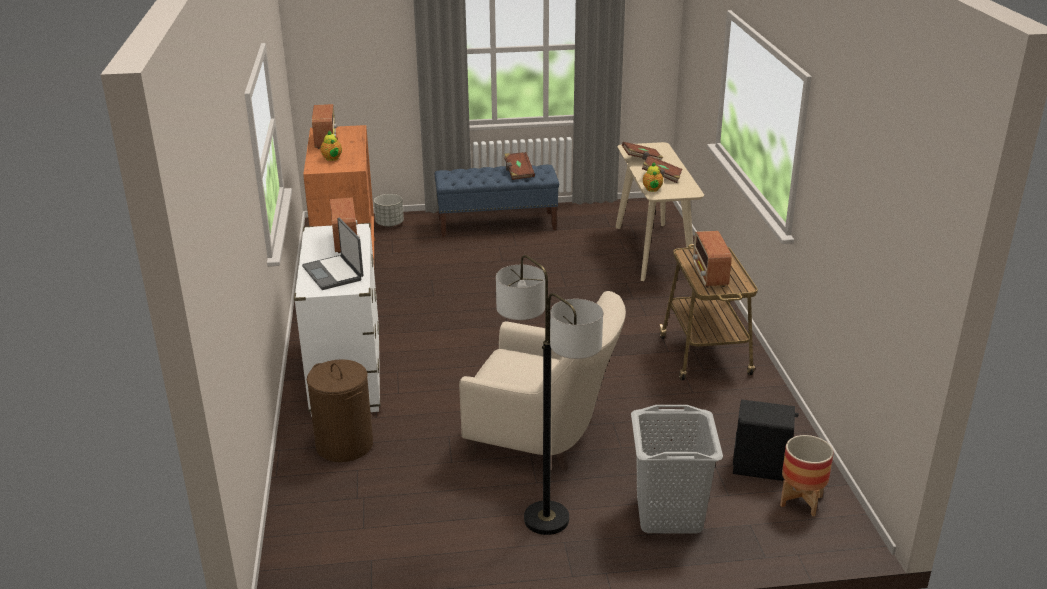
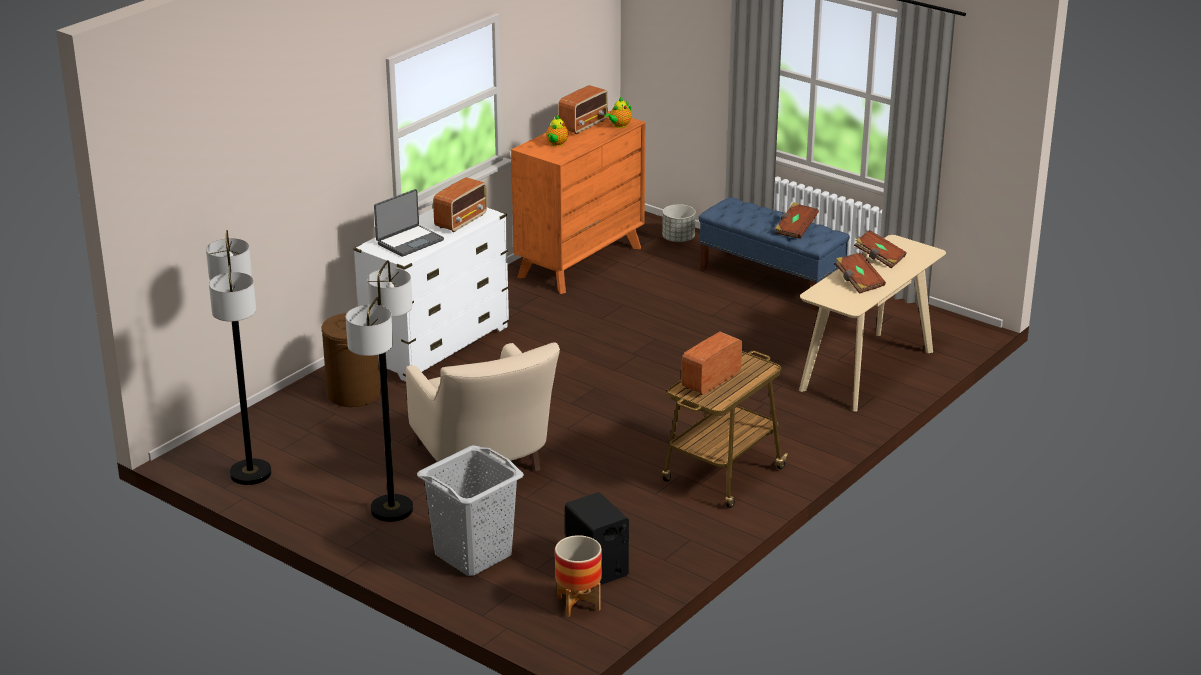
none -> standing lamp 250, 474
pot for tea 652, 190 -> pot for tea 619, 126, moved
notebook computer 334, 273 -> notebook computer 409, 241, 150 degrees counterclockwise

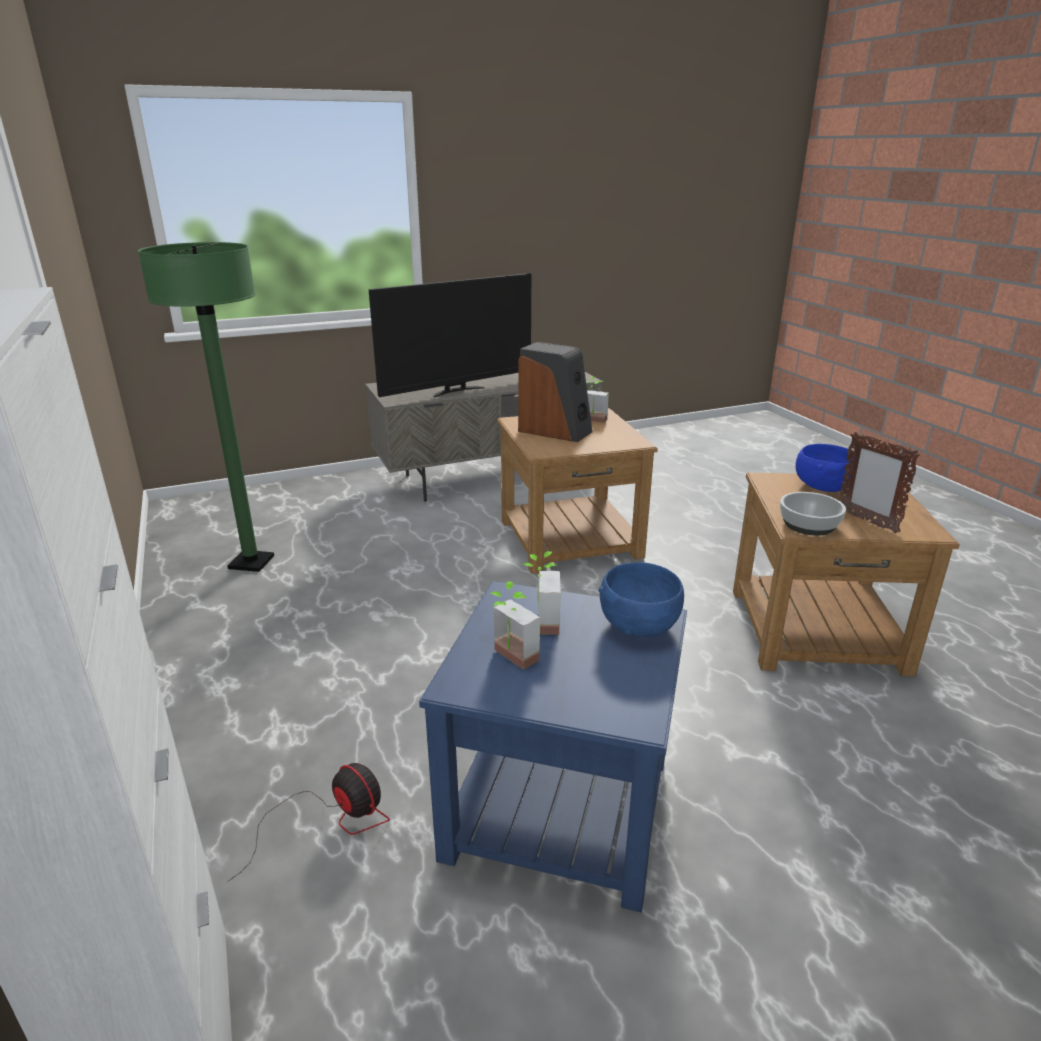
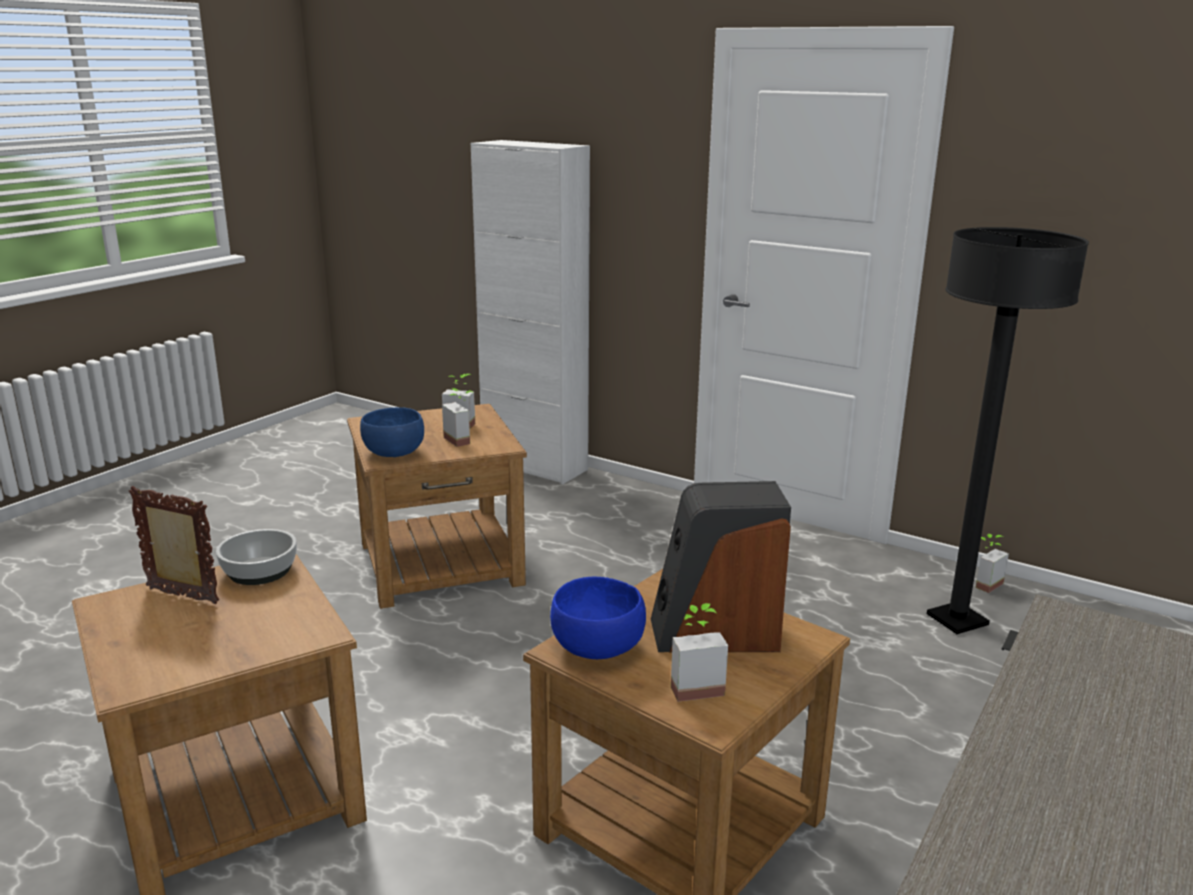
fan 331, 820 -> none
television 457, 391 -> none
none -> potted plant 983, 583
bluish serving bowl 823, 487 -> bluish serving bowl 598, 647, moved
green standing lamp 251, 563 -> blackish standing lamp 957, 620
bluish side table 559, 805 -> brownish side table 440, 564

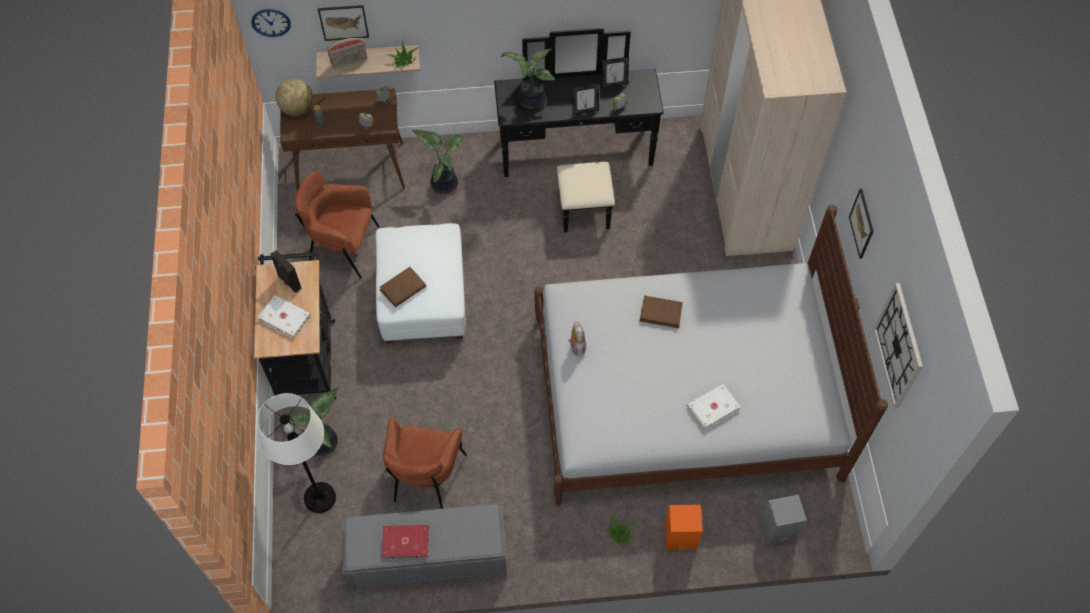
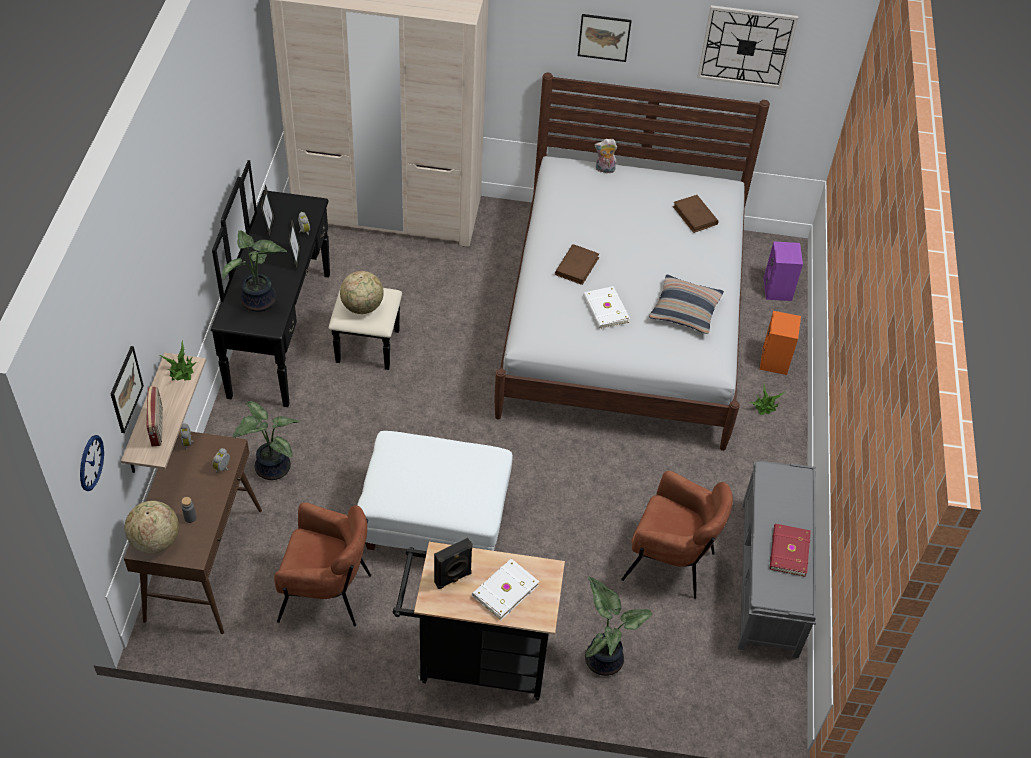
white-coloured standing lamp 320, 498 -> none
none -> desk globe 362, 307
none -> cushion 685, 310
brownish bound book 402, 288 -> brownish bound book 695, 216, moved
plush toy 576, 347 -> plush toy 604, 170, moved
white-coloured bound book 712, 407 -> white-coloured bound book 605, 310, moved
greyish speaker 777, 530 -> purple-coloured speaker 778, 290
brownish lounge chair 343, 247 -> brownish lounge chair 326, 593, 105 degrees counterclockwise

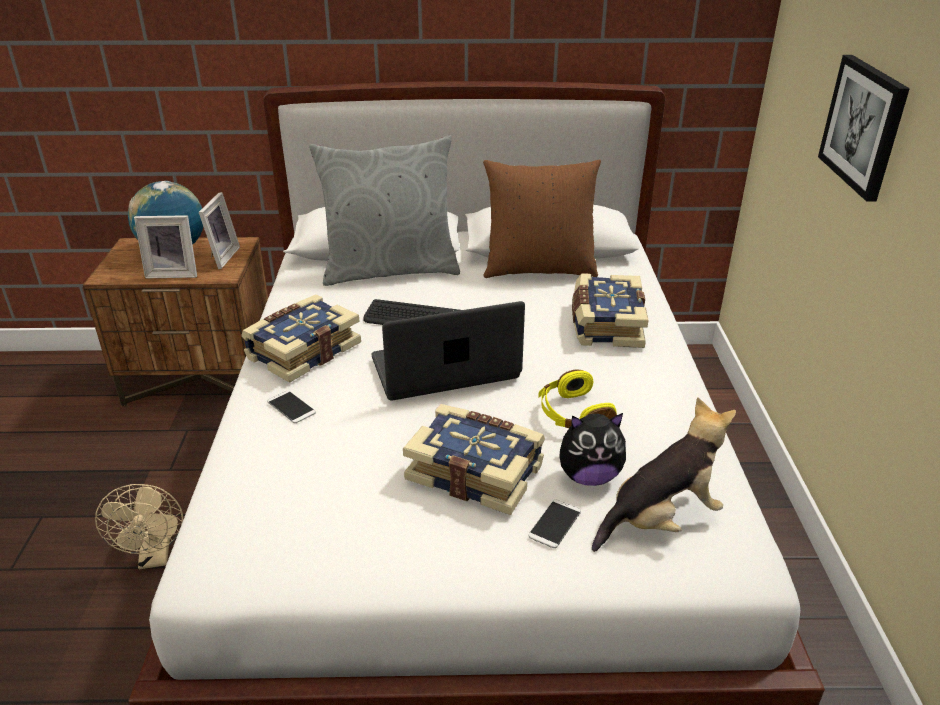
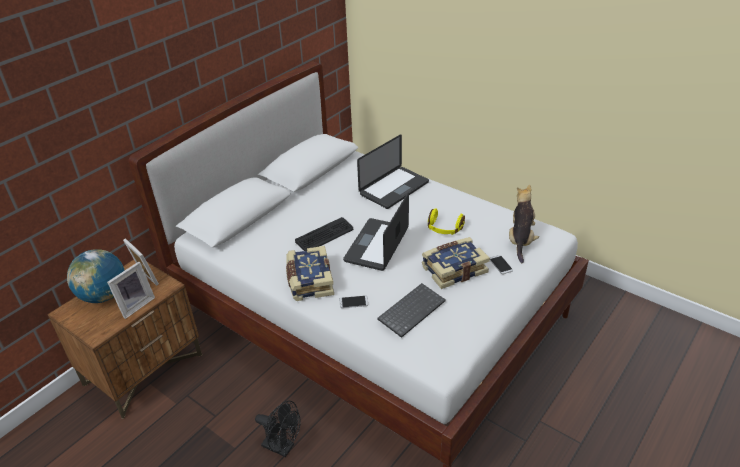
greyish cushion 390, 270 -> none
brownish cushion 539, 269 -> none
plush toy 589, 476 -> none
wall art 864, 126 -> none
none -> PC keyboard 411, 310
bound book 605, 324 -> notebook computer 394, 188
beige-coloured fan 155, 557 -> blackish fan 282, 447

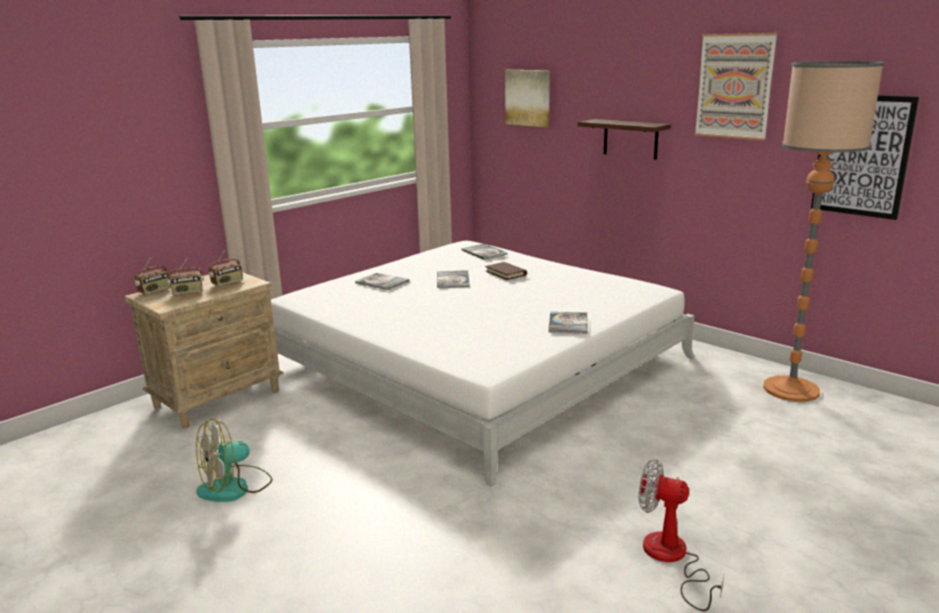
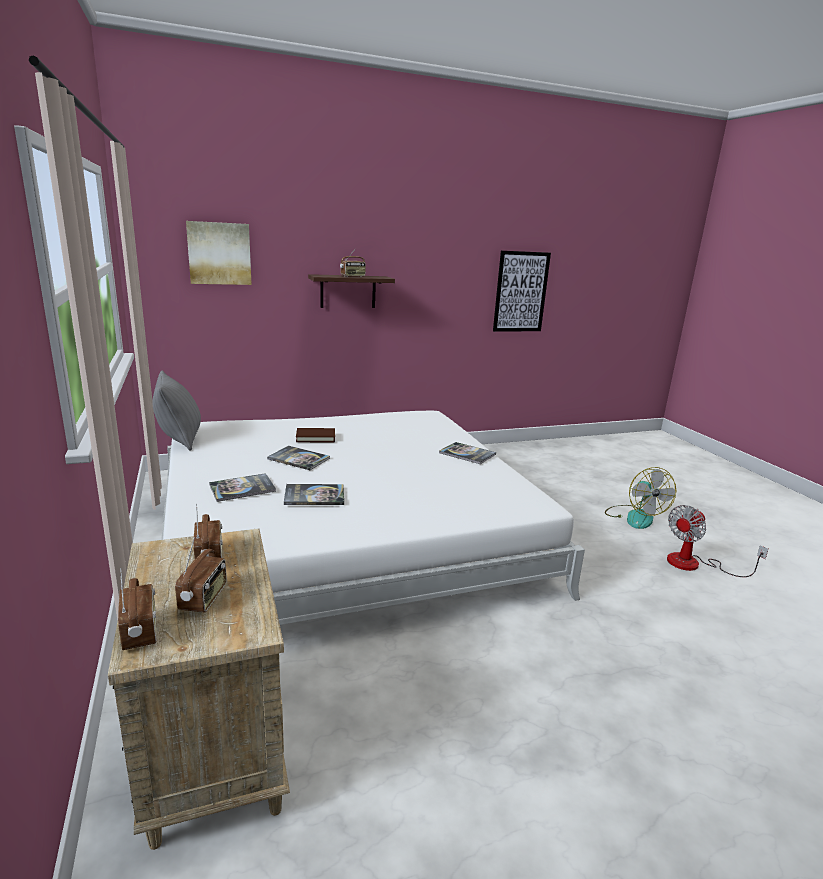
wall art 734, 86 -> none
standing lamp 791, 389 -> none
none -> greyish cushion 179, 439
none -> radio 353, 276
fan 235, 487 -> fan 634, 516, moved
bound book 484, 252 -> bound book 314, 495, moved

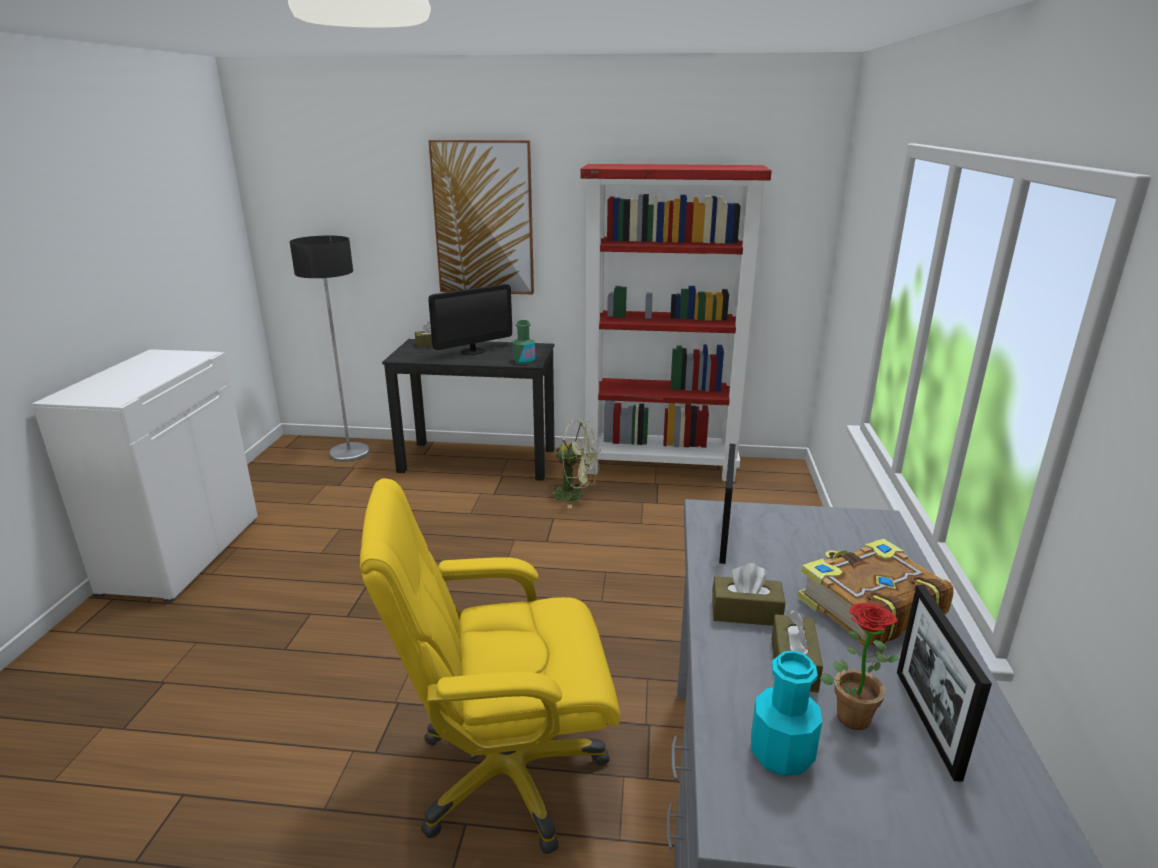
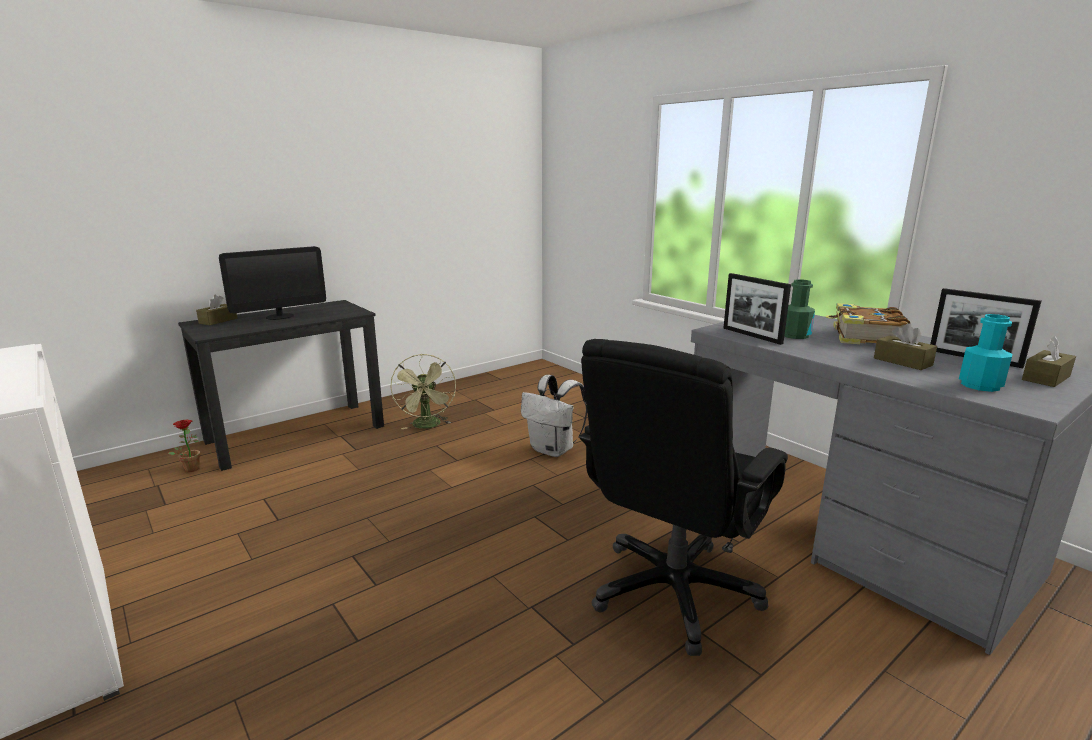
standing lamp 349, 453 -> none
wall art 483, 219 -> none
red bookcase 661, 466 -> none
none -> white-coloured rucksack 554, 450
green beverage bottle 524, 361 -> green beverage bottle 795, 335, moved
brownish box of tissues 746, 612 -> brownish box of tissues 1046, 378, moved
potted plant 850, 712 -> potted plant 191, 468, moved
yellow office chair 506, 774 -> blackish office chair 674, 592
monitor 473, 351 -> monitor 280, 316, 45 degrees clockwise
green fan 575, 495 -> green fan 427, 426, 105 degrees clockwise

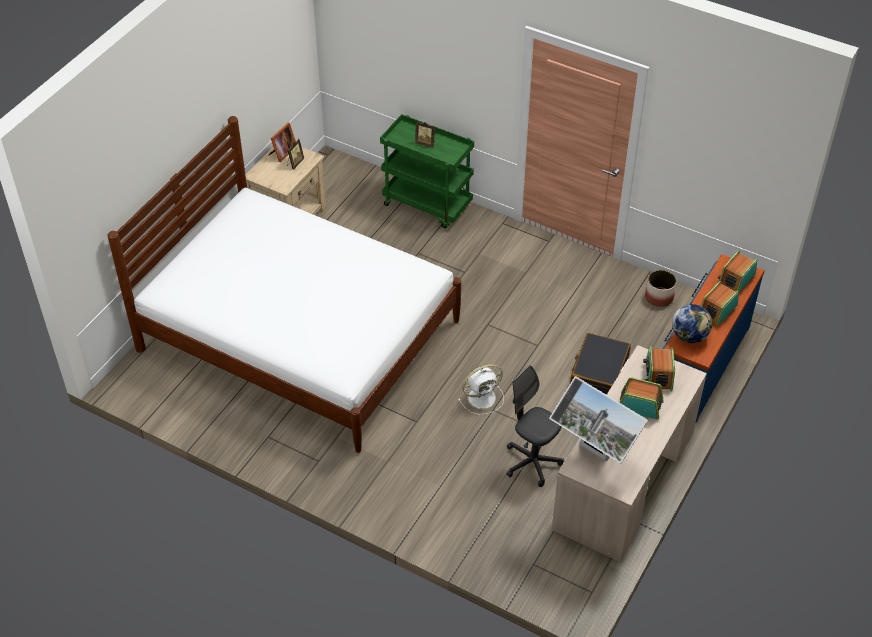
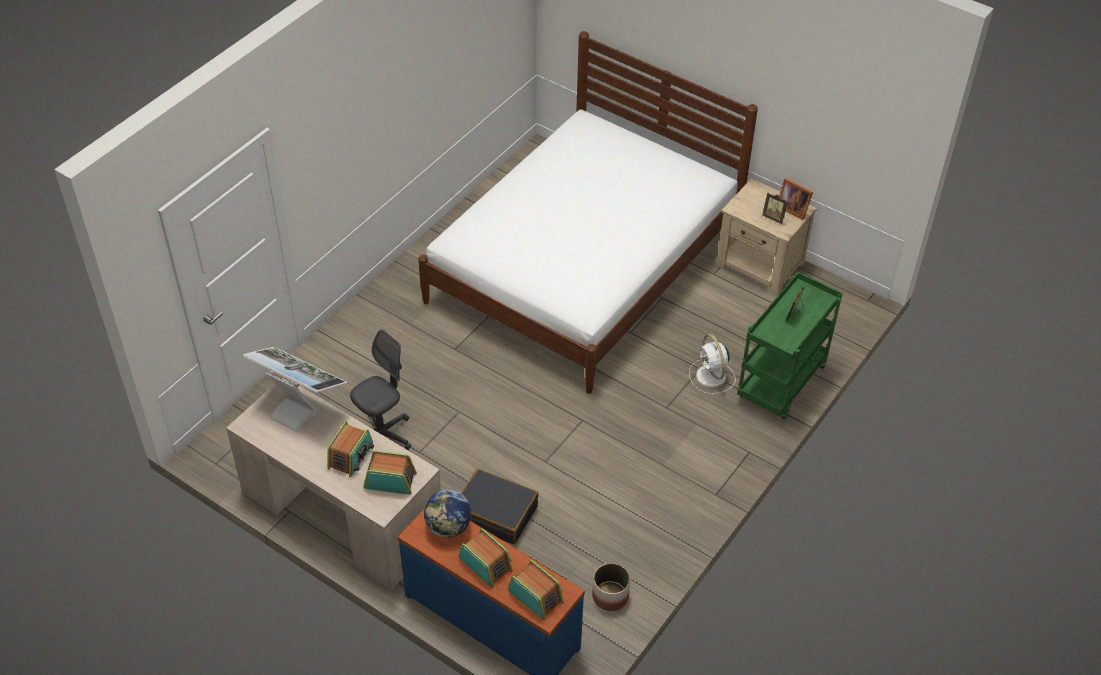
white-coloured fan 483, 397 -> white-coloured fan 711, 377, moved
monitor 594, 451 -> monitor 300, 408, 75 degrees clockwise

